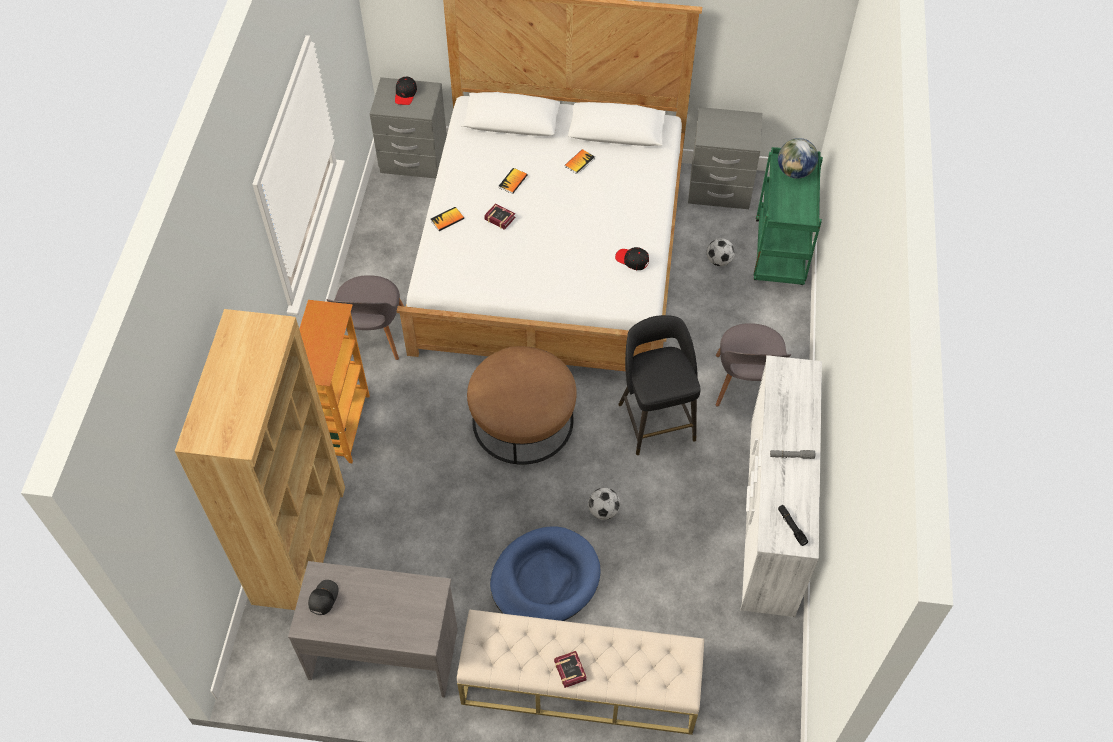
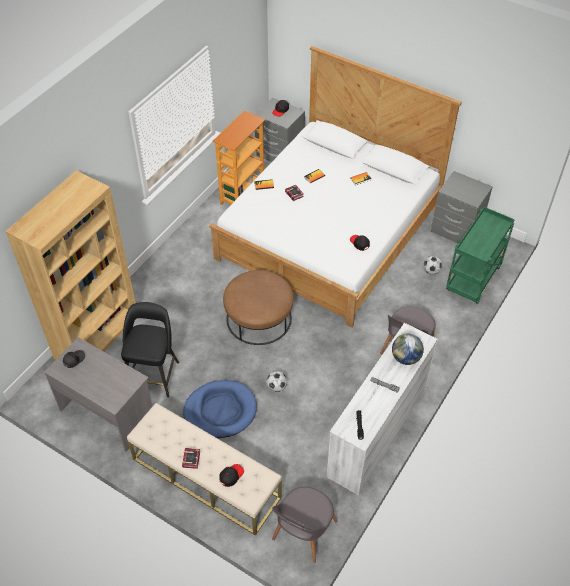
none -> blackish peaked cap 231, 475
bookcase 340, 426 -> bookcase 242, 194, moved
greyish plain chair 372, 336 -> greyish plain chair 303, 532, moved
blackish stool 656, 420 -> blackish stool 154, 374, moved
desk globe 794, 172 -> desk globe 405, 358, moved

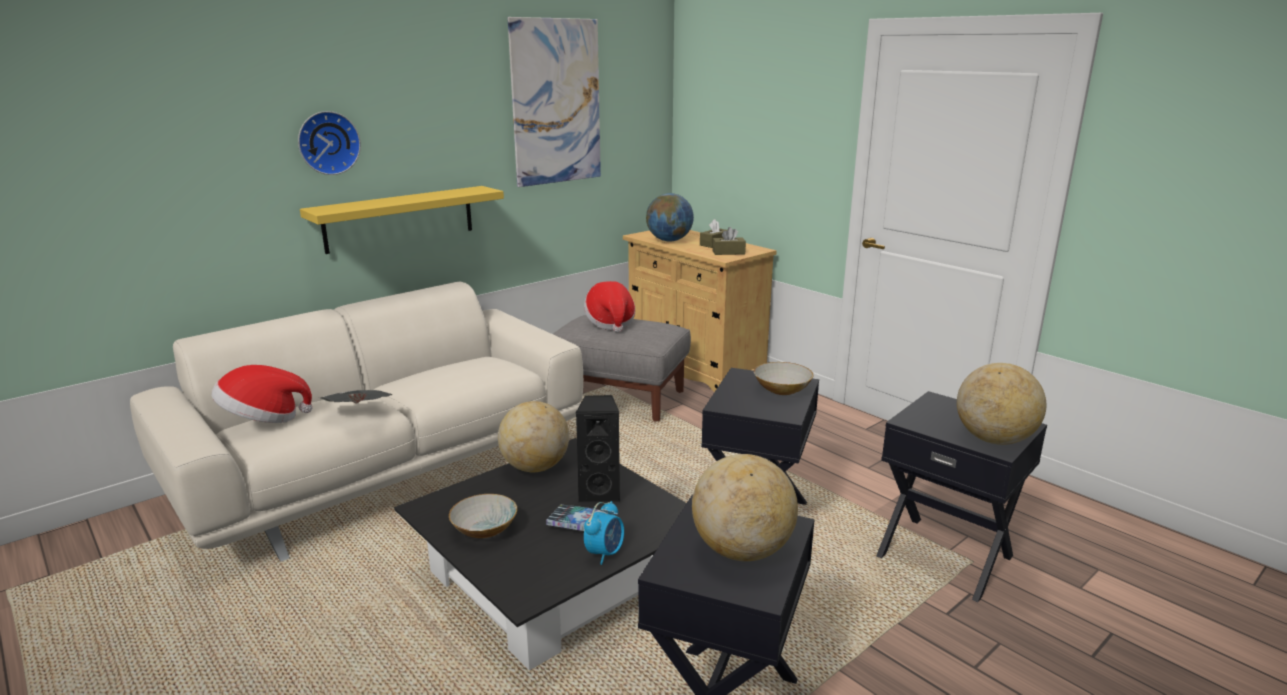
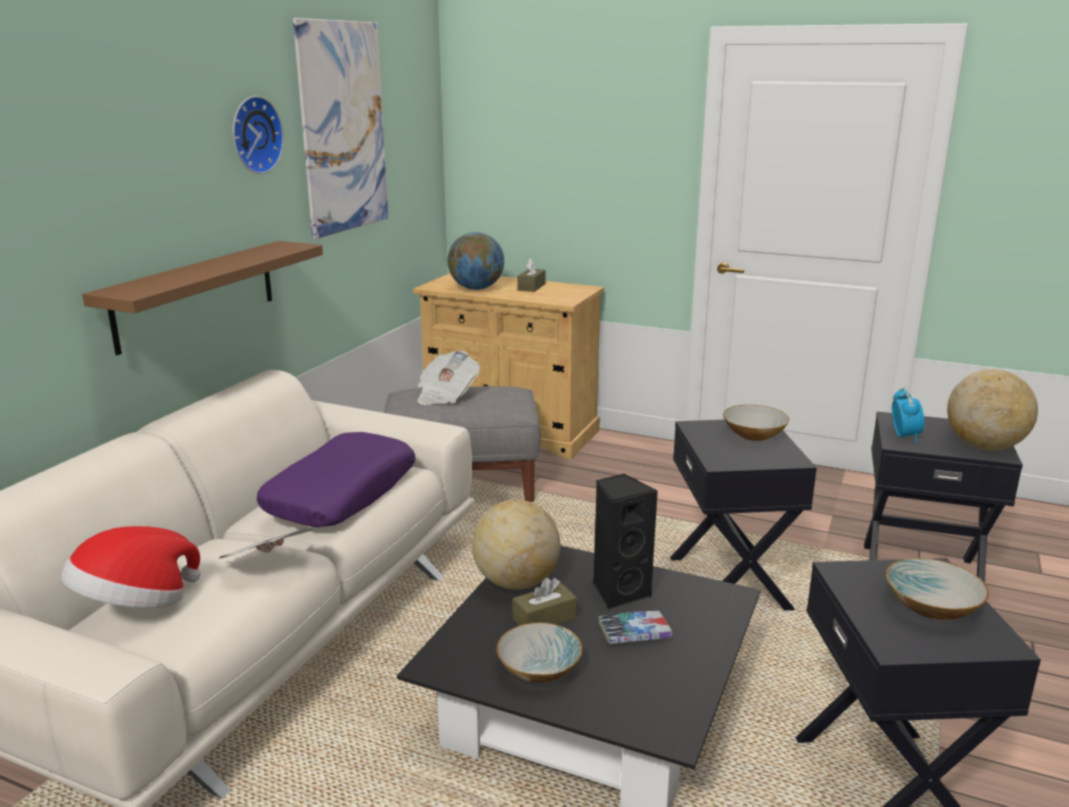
none -> purple-coloured cushion 341, 494
clock on the wall 328, 143 -> clock on the wall 253, 135, moved
table clock 605, 553 -> table clock 904, 436, moved
brownish box of tissues 728, 252 -> brownish box of tissues 544, 618, moved
wearable hat 610, 323 -> printed paper 446, 395
desk globe 742, 551 -> serving bowl 931, 607
yellow shelf 400, 219 -> brownish shelf 196, 294

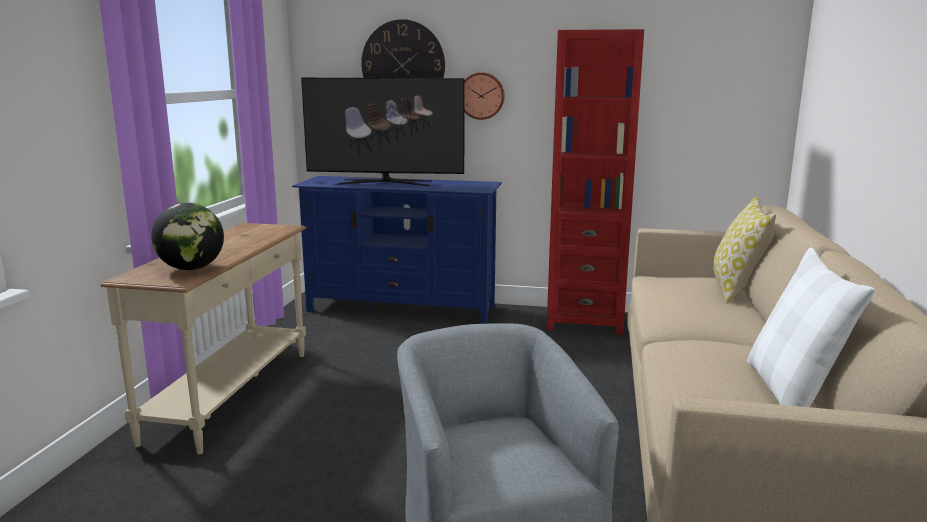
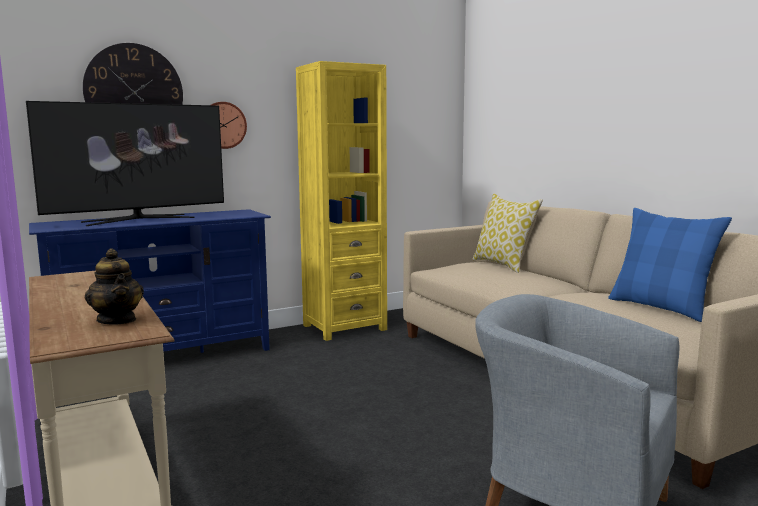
desk globe 191, 268 -> pot for tea 117, 320
red bookcase 585, 321 -> yellow bookcase 344, 327
white-coloured cushion 791, 393 -> bluish cushion 660, 308

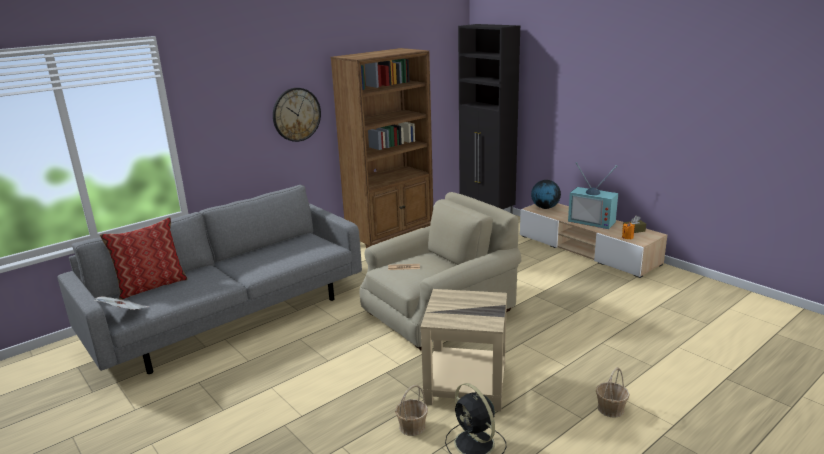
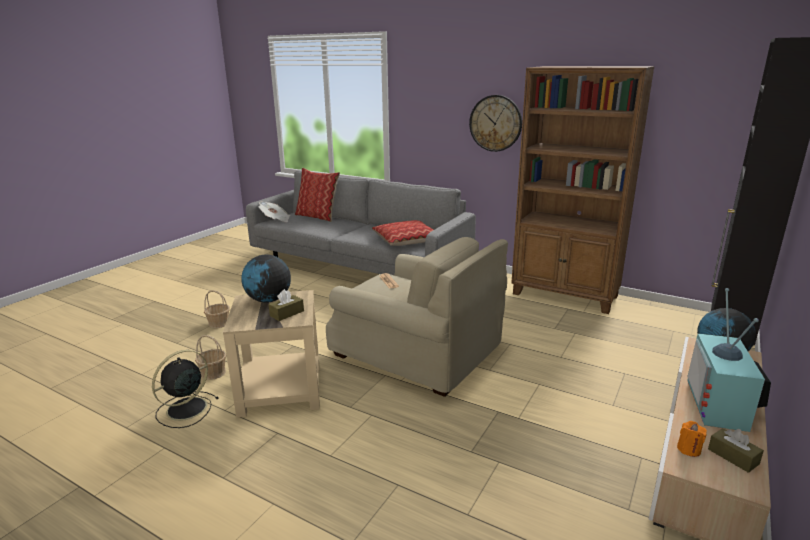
none -> desk globe 268, 300
none -> brownish box of tissues 287, 313
none -> cushion 407, 240
household basket 610, 409 -> household basket 219, 323, moved

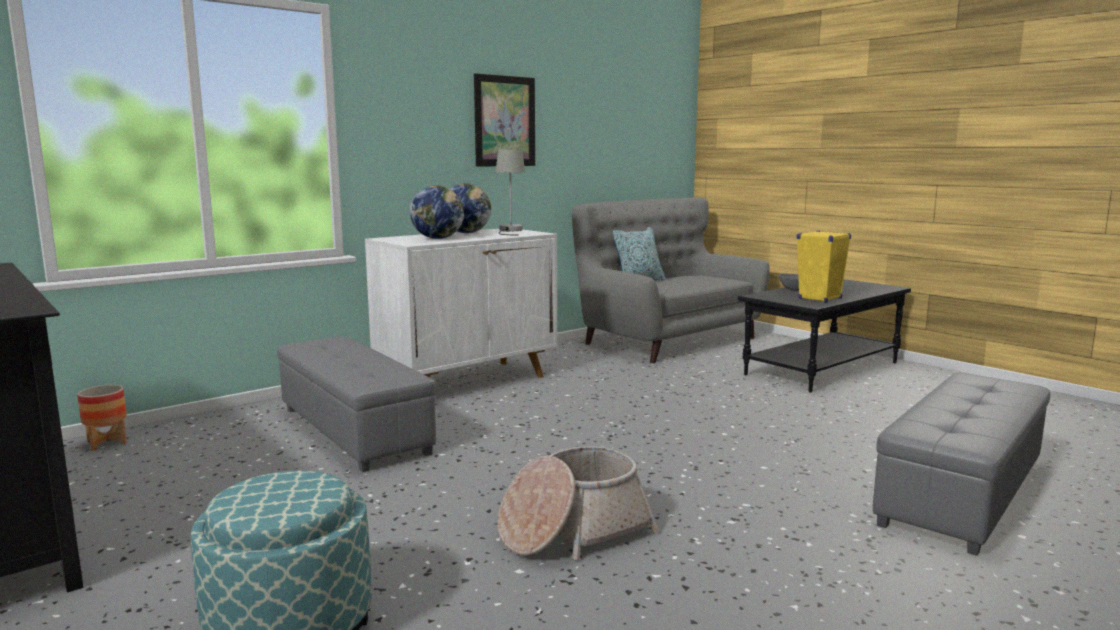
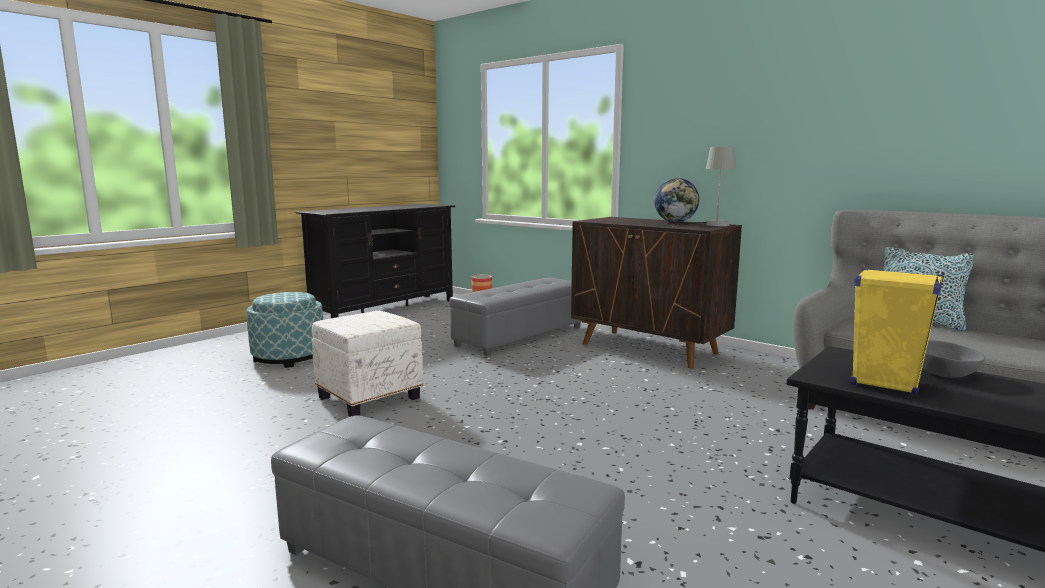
desk globe 438, 238 -> none
wall art 505, 121 -> none
household basket 573, 531 -> white-coloured ottoman 370, 397
white-coloured cupboard 468, 381 -> brownish cupboard 650, 348

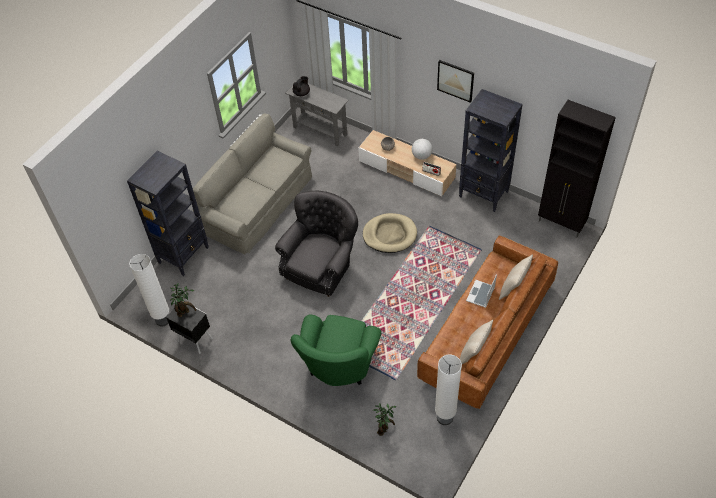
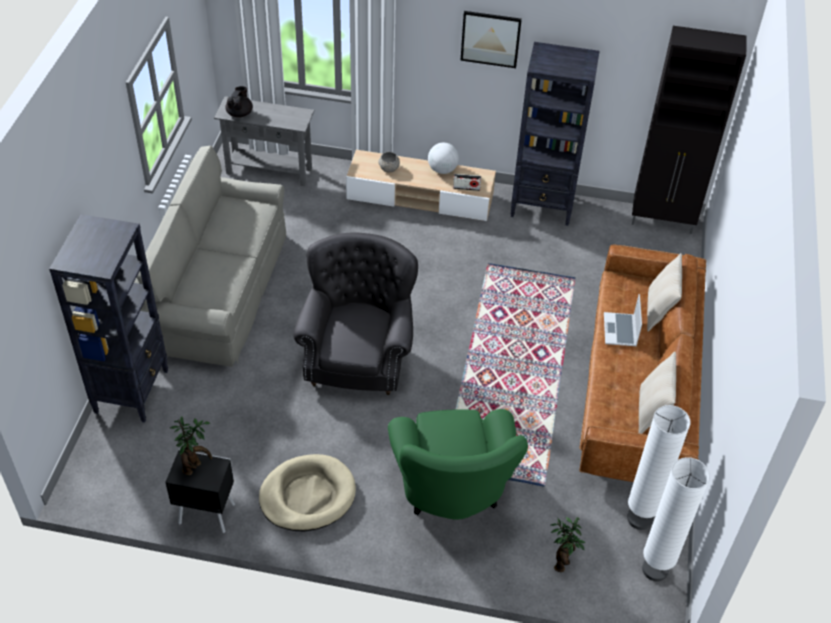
white-coloured standing lamp 163, 320 -> white-coloured standing lamp 655, 570, moved
beige-coloured dog bed 389, 235 -> beige-coloured dog bed 307, 495, moved

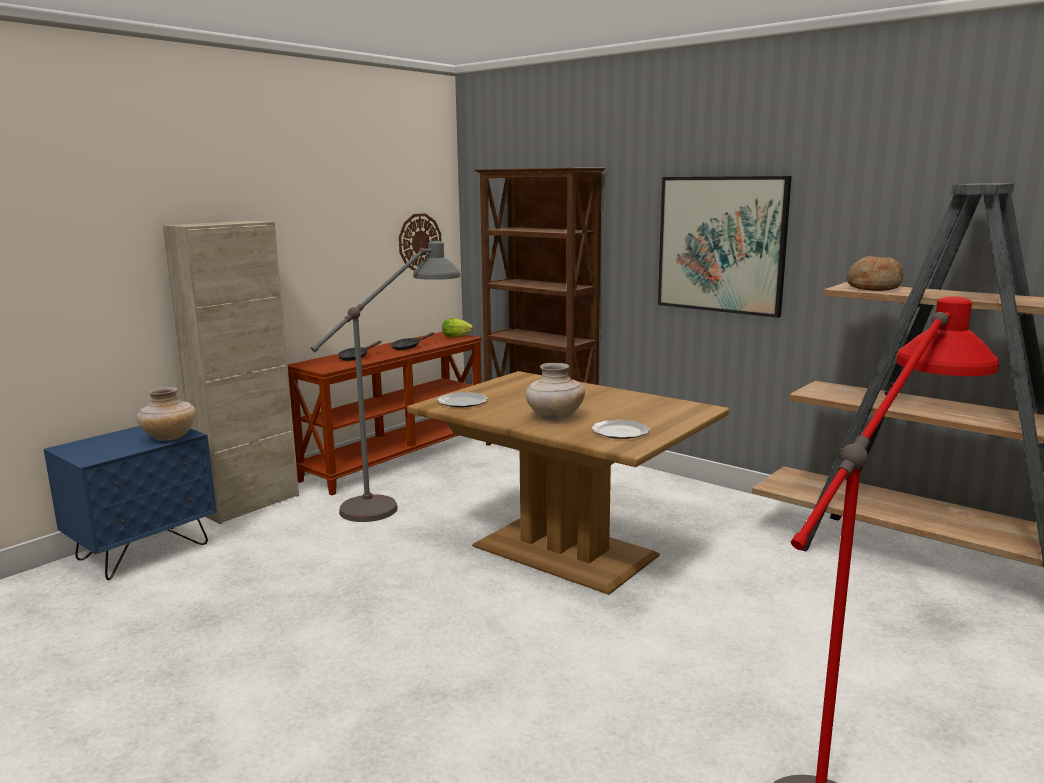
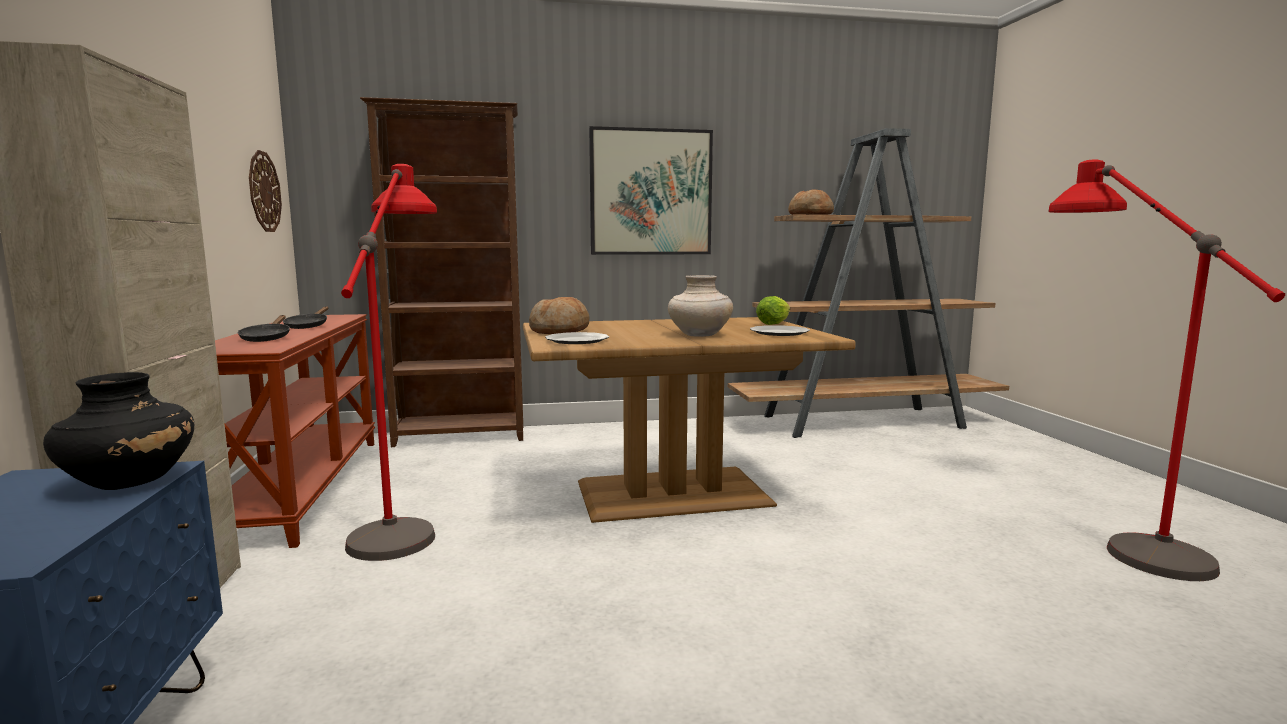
none -> bread 560, 331
head of lettuce 458, 337 -> head of lettuce 774, 324, moved
beige-coloured decorative vase 169, 438 -> blackish decorative vase 129, 482
greyish standing lamp 401, 498 -> red standing lamp 405, 516

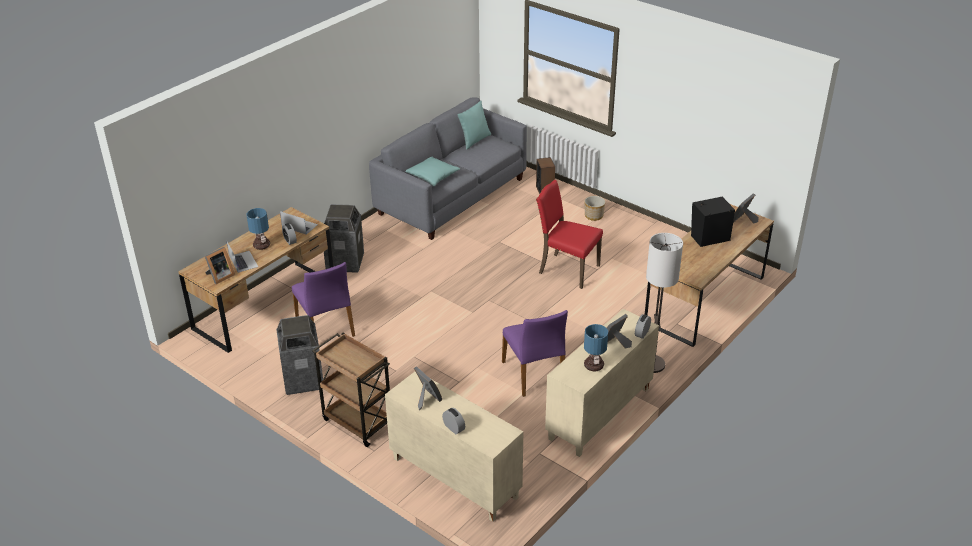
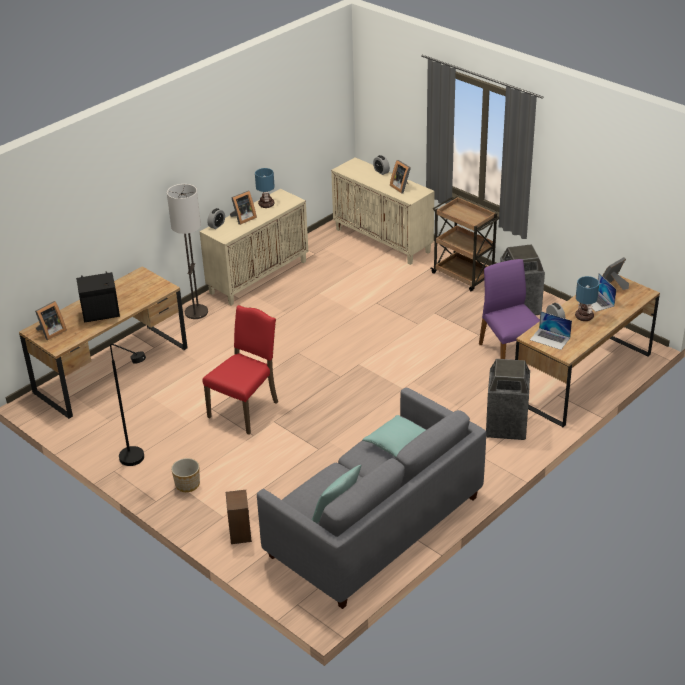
purple-coloured plain chair 534, 374 -> none
none -> blackish standing lamp 138, 459
red plain chair 567, 269 -> red plain chair 245, 409, 90 degrees counterclockwise

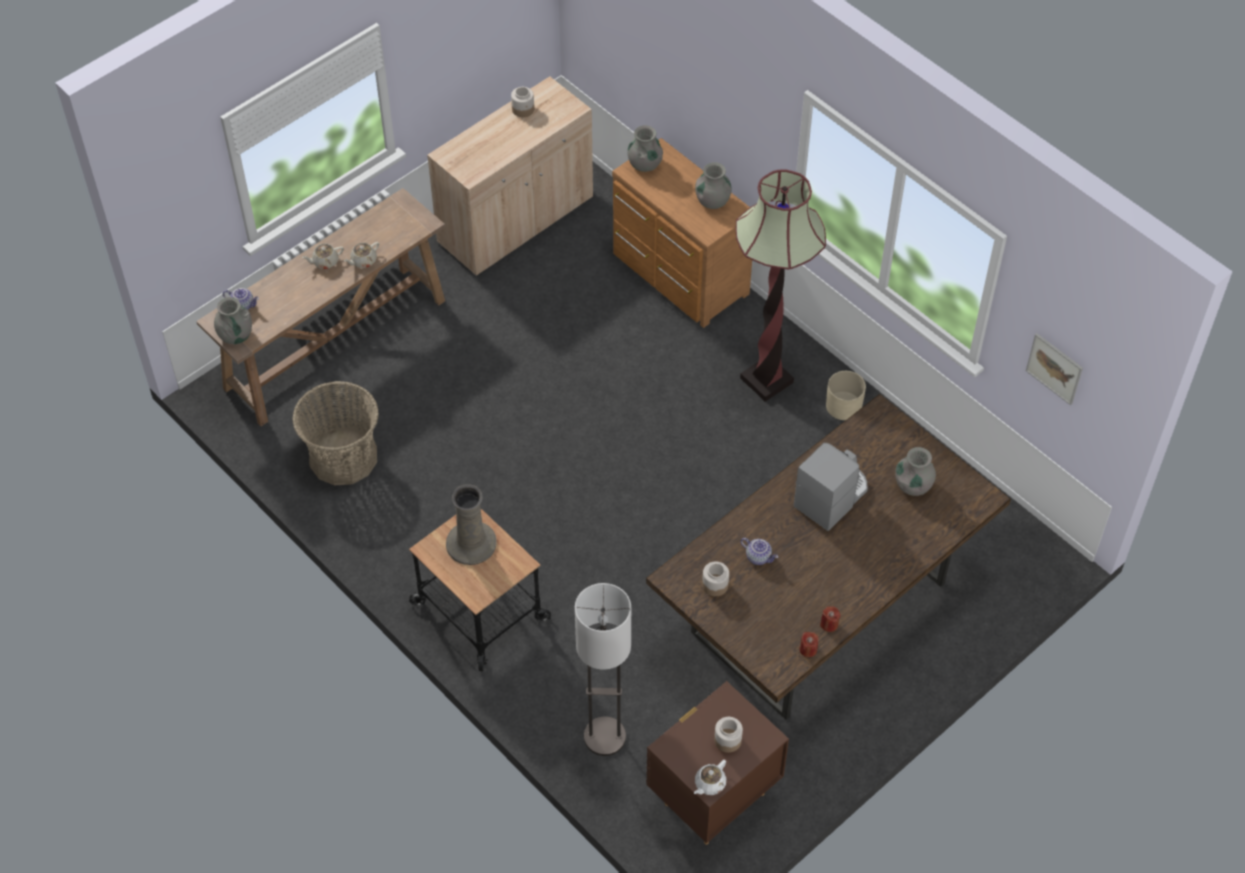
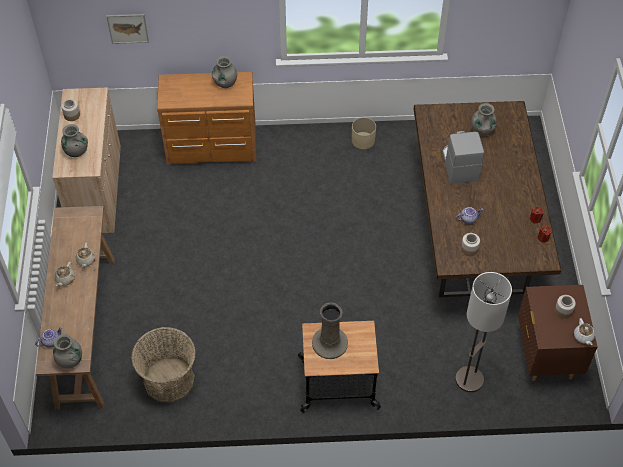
standing lamp 766, 380 -> none
greyish decorative vase 644, 164 -> greyish decorative vase 76, 151, moved
wall art 1054, 368 -> wall art 128, 28, moved

